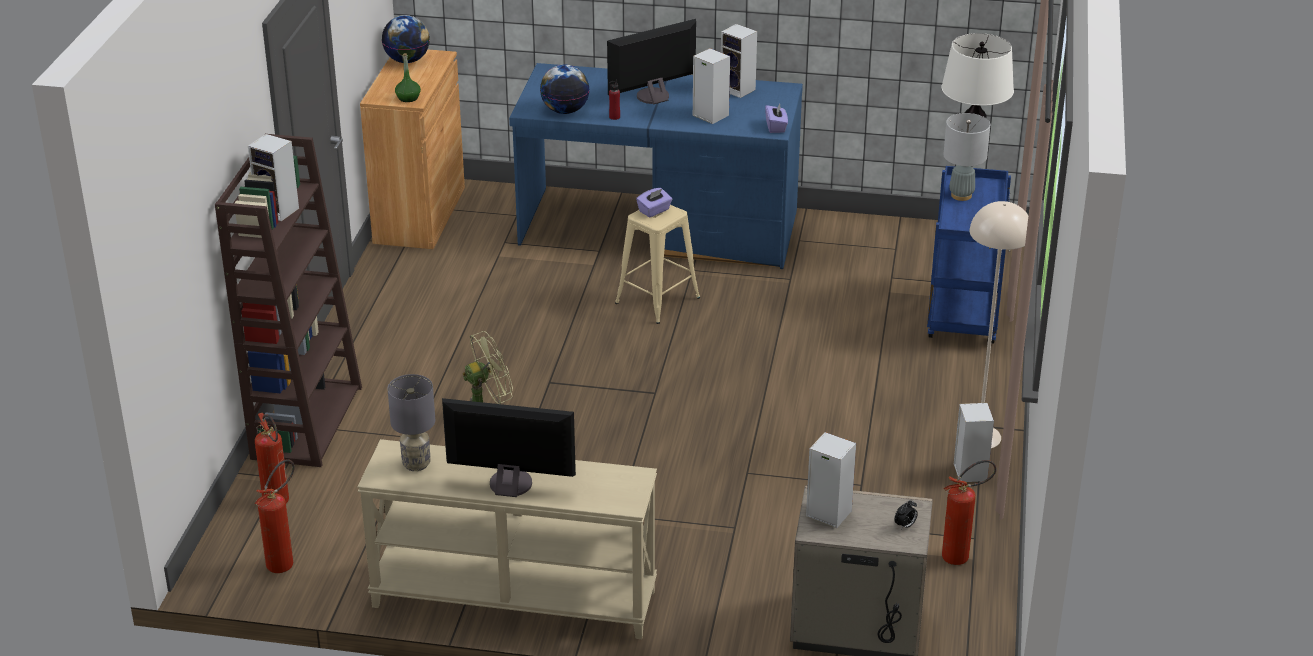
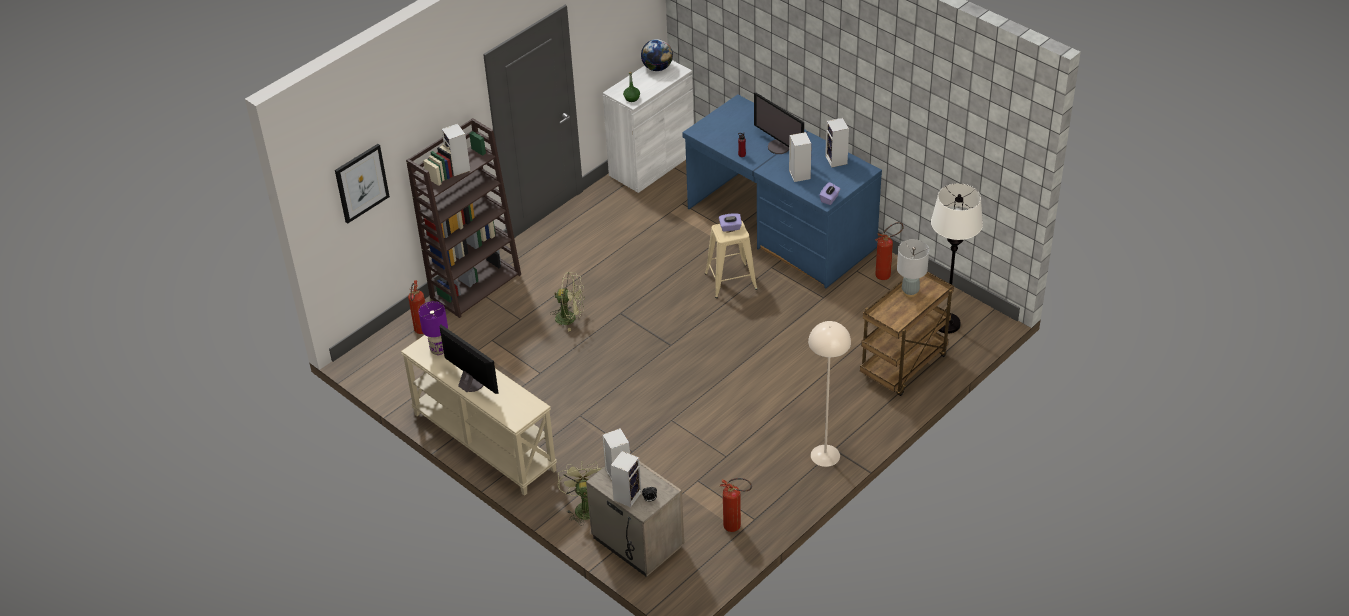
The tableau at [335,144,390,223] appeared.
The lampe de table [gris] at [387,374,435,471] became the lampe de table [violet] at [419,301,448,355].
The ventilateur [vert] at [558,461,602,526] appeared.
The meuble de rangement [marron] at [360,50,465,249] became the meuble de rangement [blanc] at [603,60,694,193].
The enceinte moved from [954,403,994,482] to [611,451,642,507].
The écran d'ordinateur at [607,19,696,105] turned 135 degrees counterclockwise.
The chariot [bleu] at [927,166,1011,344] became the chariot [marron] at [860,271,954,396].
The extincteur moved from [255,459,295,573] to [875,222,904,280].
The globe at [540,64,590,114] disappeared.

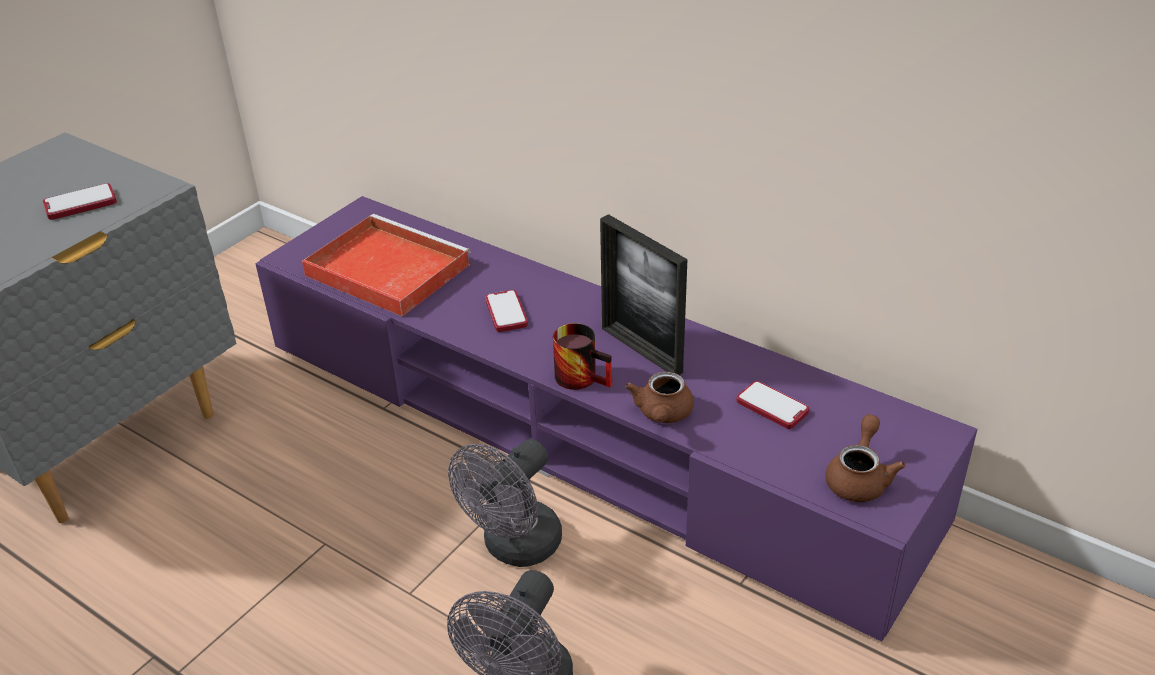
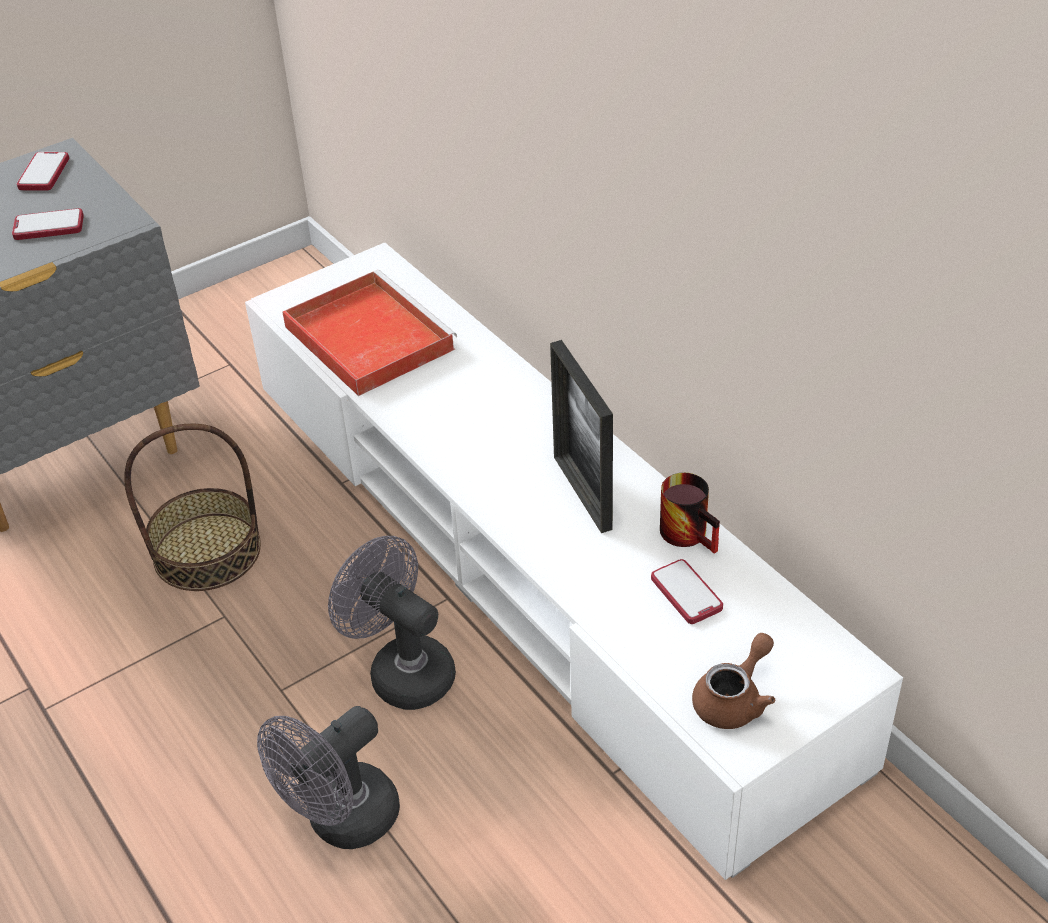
The téléphone moved from [485,290,528,332] to [17,152,69,191].
The panier at [124,423,261,591] appeared.
The meuble télé [violet] at [255,196,978,642] became the meuble télé [blanc] at [245,242,903,880].
The ventilateur [gris] at [448,439,562,567] turned 75 degrees clockwise.
The mug moved from [553,323,612,390] to [660,473,720,554].
The théière [marron] at [625,372,694,423] disappeared.

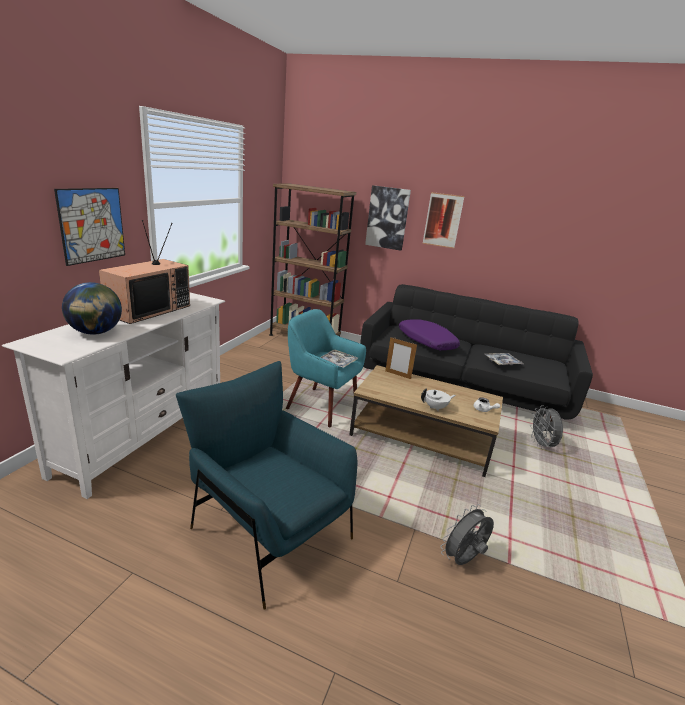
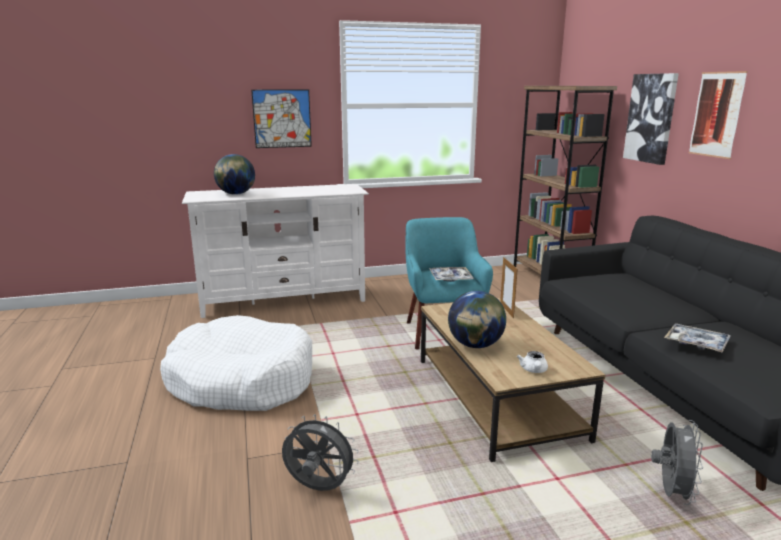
The fauteuil [bleu] at [176,361,357,610] was replaced by the panier pour chien [blanc] at [160,315,312,411].
The théière [blanc] at [421,388,456,411] was replaced by the globe at [448,291,506,348].
The ventilateur [gris] at [530,405,563,449] turned 150 degrees clockwise.
The téléviseur at [99,220,190,324] disappeared.
The coussin [violet] at [399,319,460,350] disappeared.

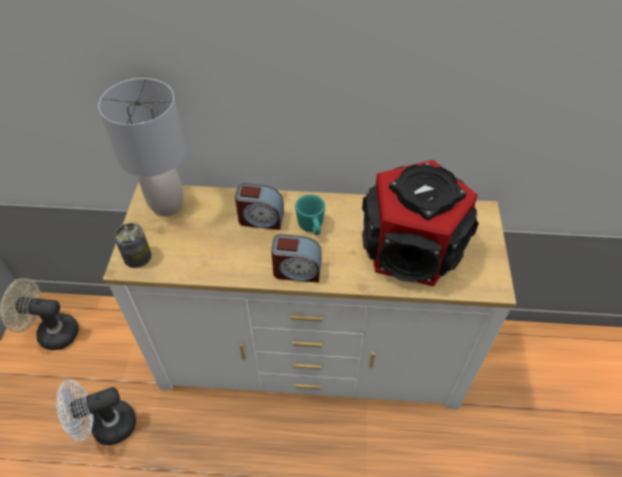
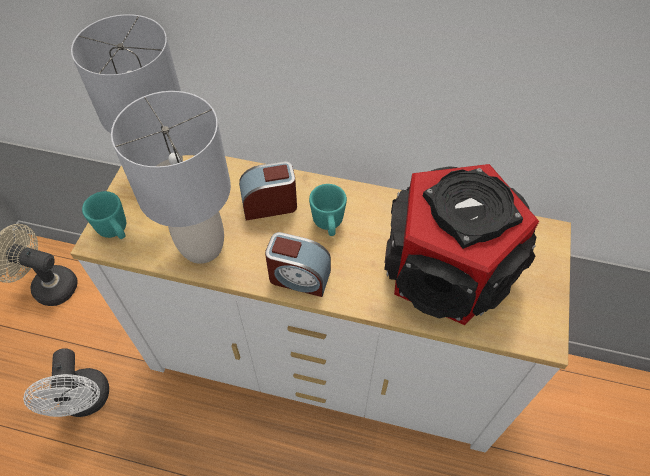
The ventilateur [blanc] at [56,380,136,445] turned 90 degrees counterclockwise.
The boîte métallique at [114,223,152,268] was replaced by the mug [turquoise] at [82,191,126,239].
The lampe de table [gris] at [111,91,231,264] appeared.
The réveil at [235,183,284,230] turned 150 degrees clockwise.

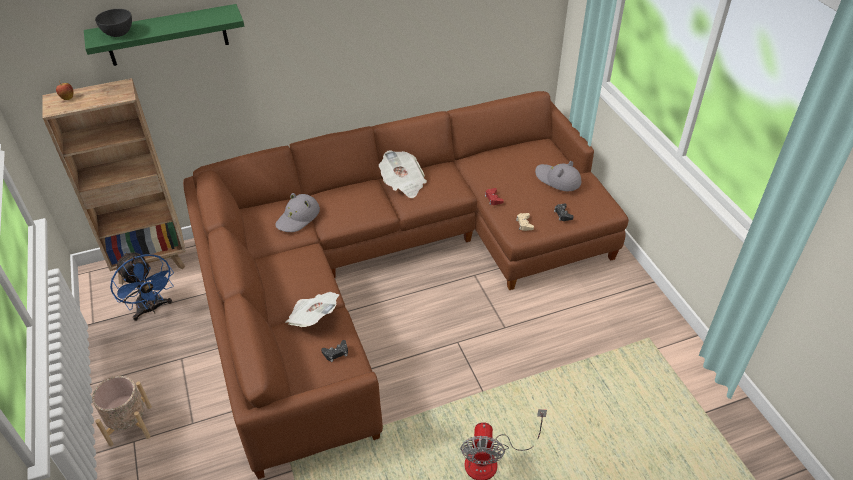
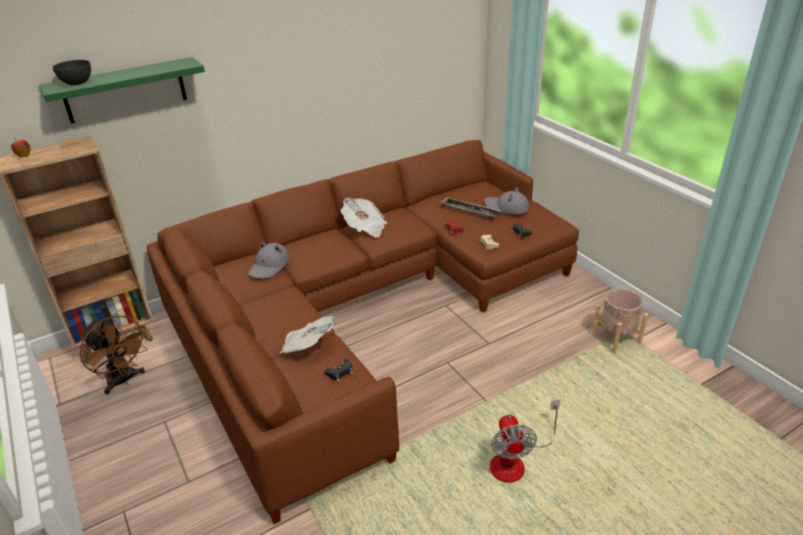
The ventilateur [bleu] at [110,252,174,321] became the ventilateur [marron] at [80,316,148,395].
The plateau at [440,197,501,218] appeared.
The cache-pot [beige] moved from [92,376,152,446] to [592,289,648,354].

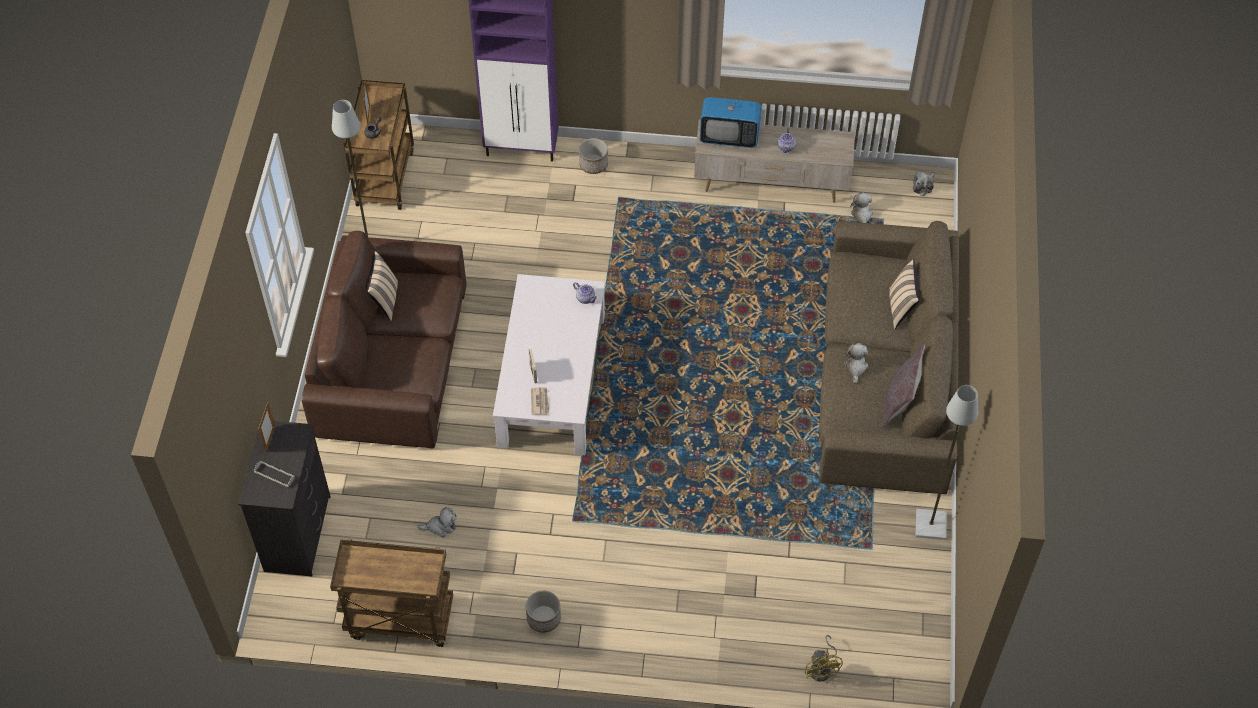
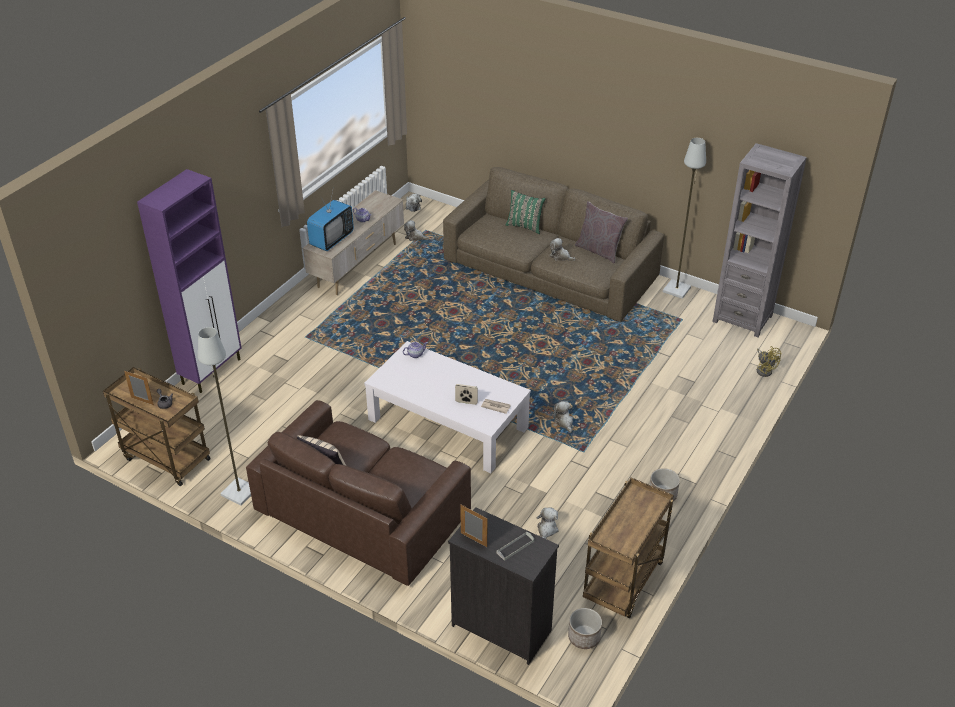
The coussin [beige] at [889,260,921,329] became the coussin [vert] at [506,190,546,234].
The peluche at [553,401,573,433] appeared.
The cache-pot moved from [579,138,608,174] to [568,608,602,649].
The bibliothèque [gris] at [712,143,807,337] appeared.
The ventilateur [jaune] at [804,635,843,681] turned 45 degrees clockwise.

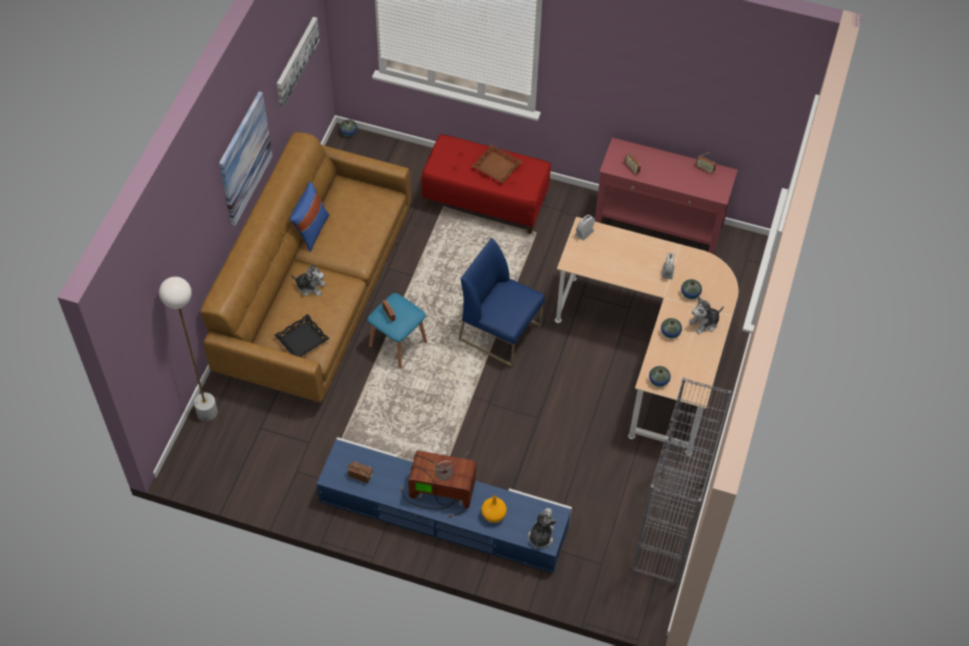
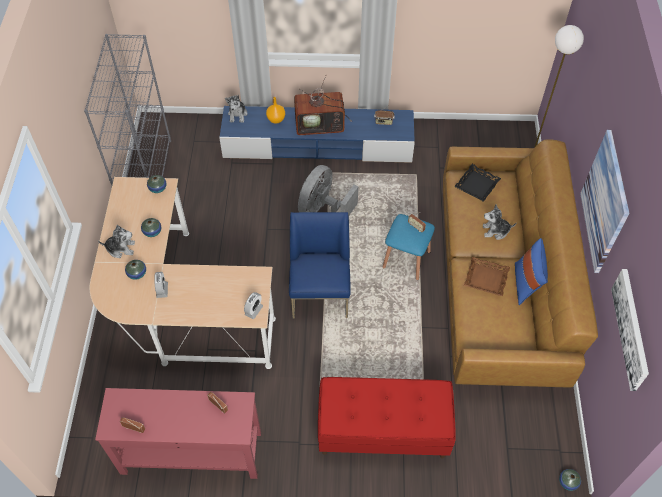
The peluche at [689,297,724,335] turned 45 degrees clockwise.
The chaise [bleu] at [459,238,545,367] turned 105 degrees counterclockwise.
The ventilateur [gris] at [298,165,358,216] appeared.
The plateau [marron] moved from [472,144,522,183] to [464,257,510,296].

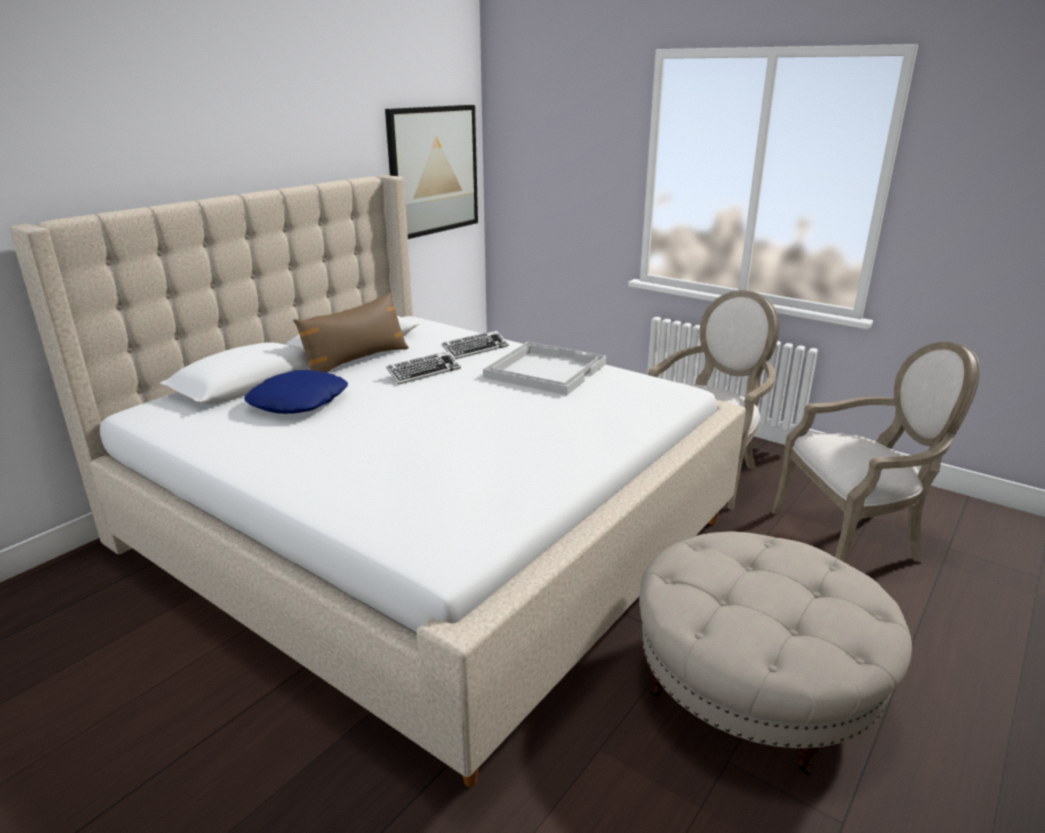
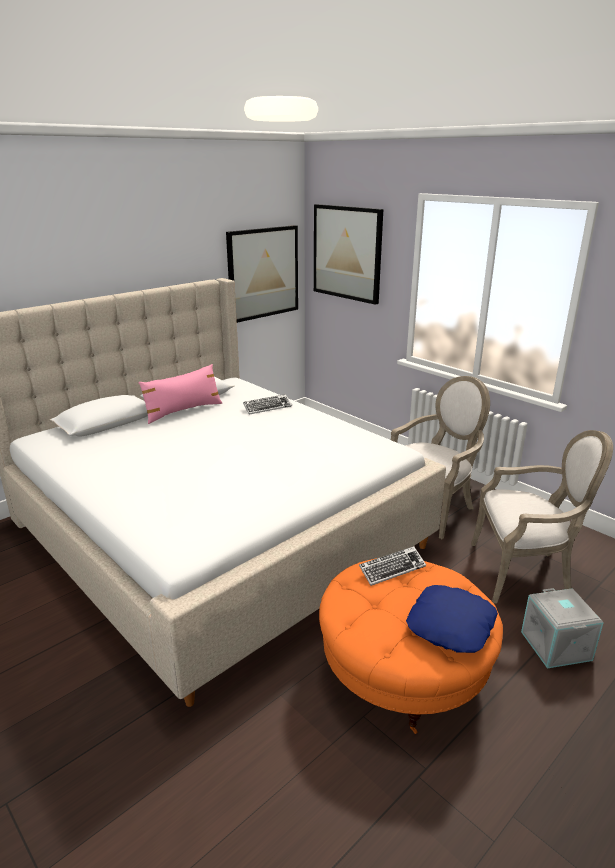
The coussin [marron] at [293,292,409,373] became the coussin [rose] at [138,364,222,424].
The tableau at [314,204,383,305] appeared.
The pouf [beige] at [639,531,912,776] became the pouf [orange] at [319,558,503,734].
The clavier moved from [386,351,461,384] to [359,546,426,586].
The coussin [bleu] moved from [244,370,348,414] to [406,585,498,653].
The boîte de rangement [gris] at [521,588,604,669] appeared.
The plateau [blanc] at [483,342,606,395] disappeared.

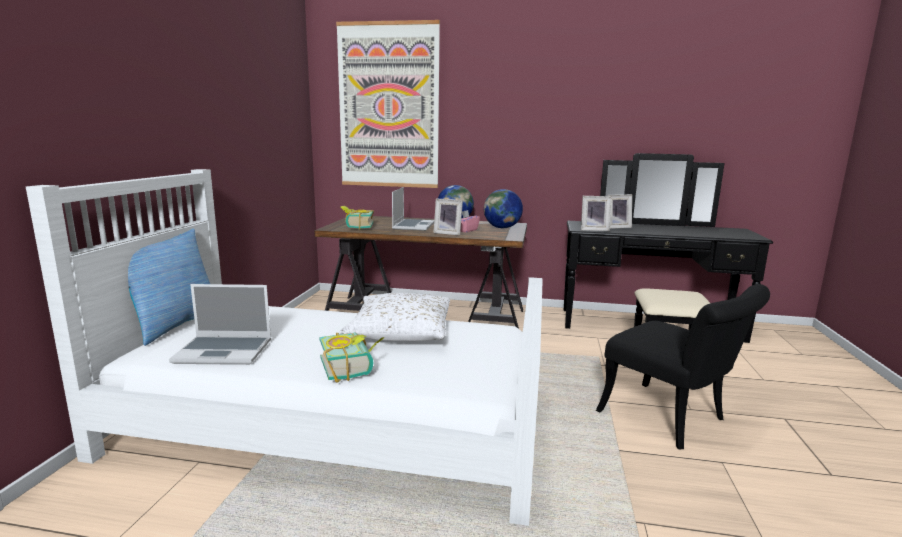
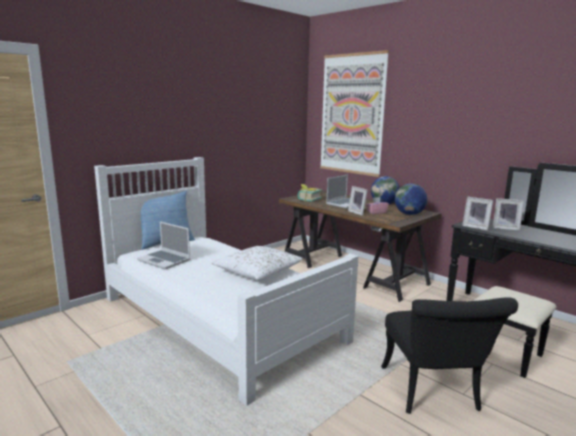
The livre at [319,333,385,382] disappeared.

